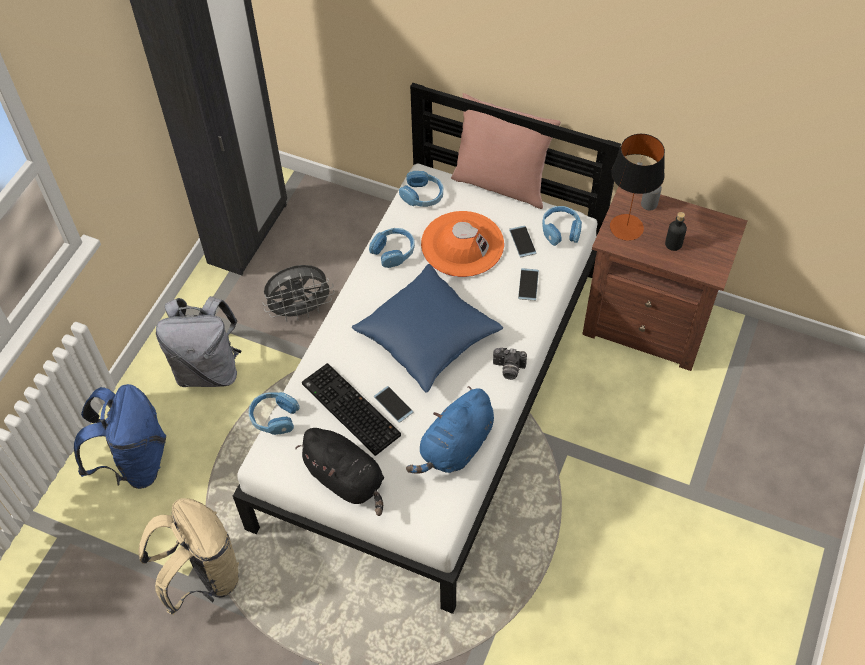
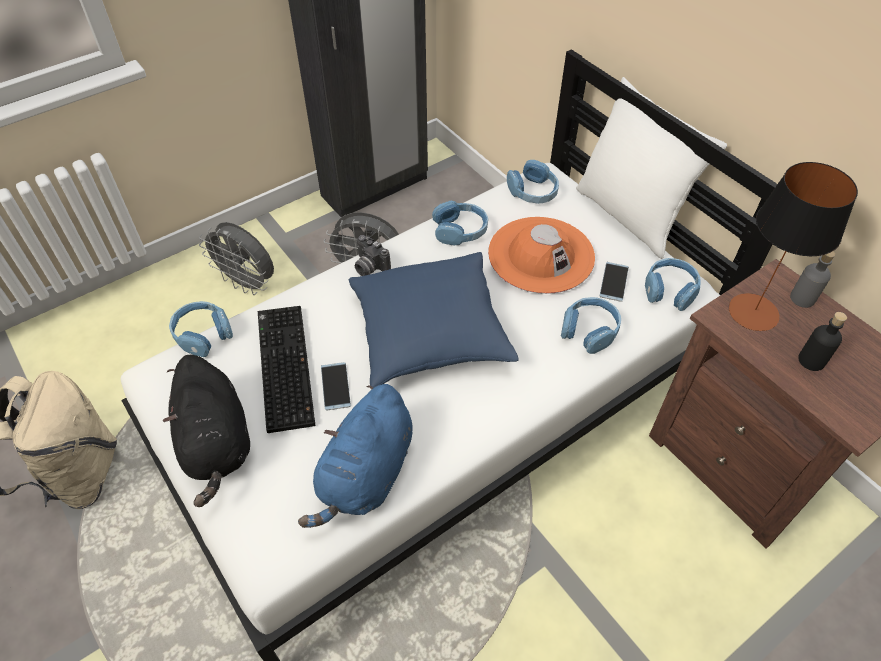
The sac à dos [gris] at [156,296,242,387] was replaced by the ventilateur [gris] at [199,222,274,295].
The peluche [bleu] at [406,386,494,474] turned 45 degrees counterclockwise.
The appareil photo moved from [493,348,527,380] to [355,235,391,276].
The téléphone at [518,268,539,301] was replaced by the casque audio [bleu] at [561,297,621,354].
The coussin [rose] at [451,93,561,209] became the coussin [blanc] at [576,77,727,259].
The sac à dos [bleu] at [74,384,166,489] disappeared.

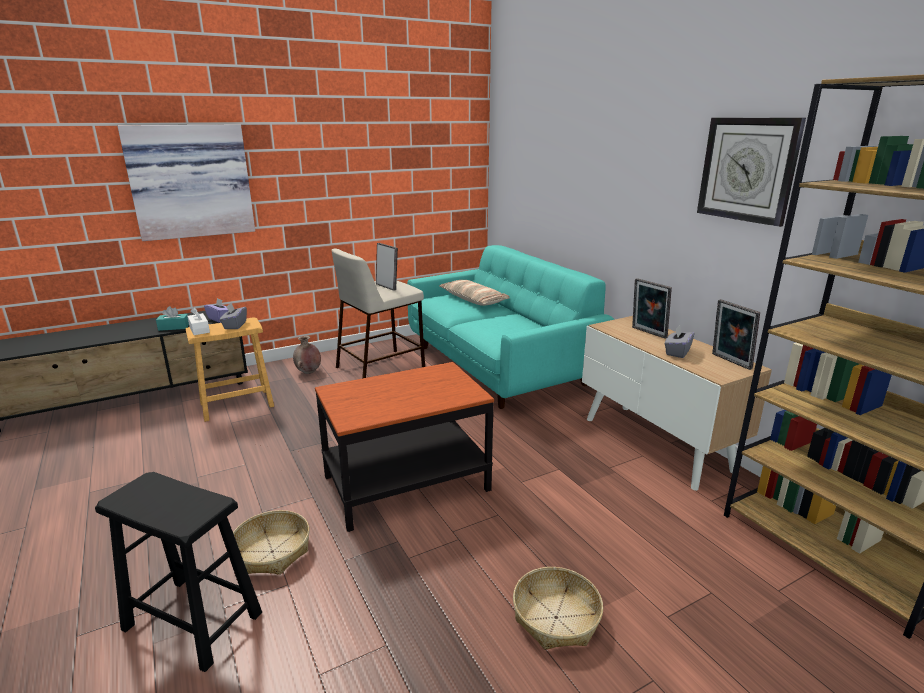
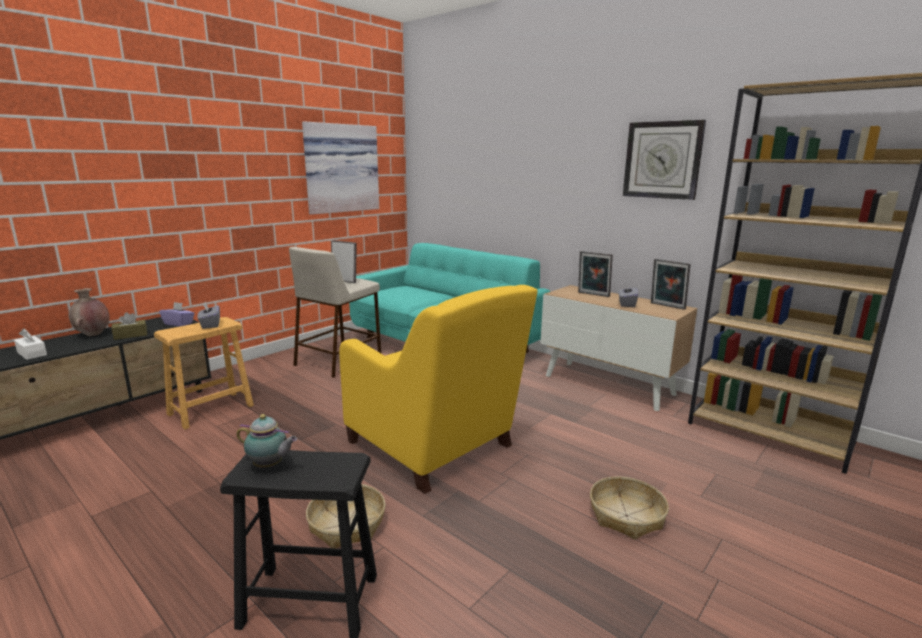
The boîte à mouchoirs [blanc] moved from [187,307,210,335] to [14,328,47,360].
The vase [marron] moved from [293,336,321,374] to [69,288,110,336].
The boîte à mouchoirs [turquoise] at [156,306,189,331] became the boîte à mouchoirs [marron] at [112,312,147,340].
The théière at [237,414,297,468] appeared.
The tableau moved from [118,124,255,241] to [302,121,379,215].
The table d'appoint at [315,362,494,532] was replaced by the fauteuil [jaune] at [339,285,538,494].
The coussin at [439,280,510,306] disappeared.

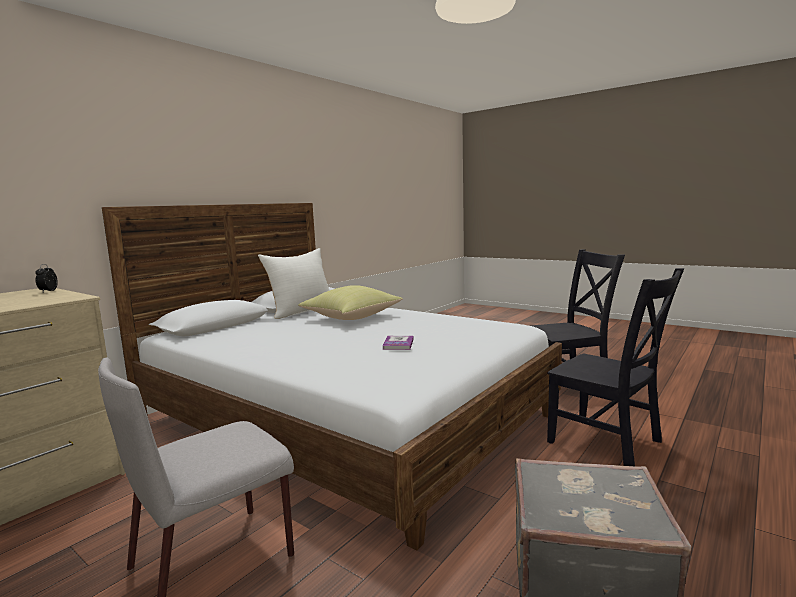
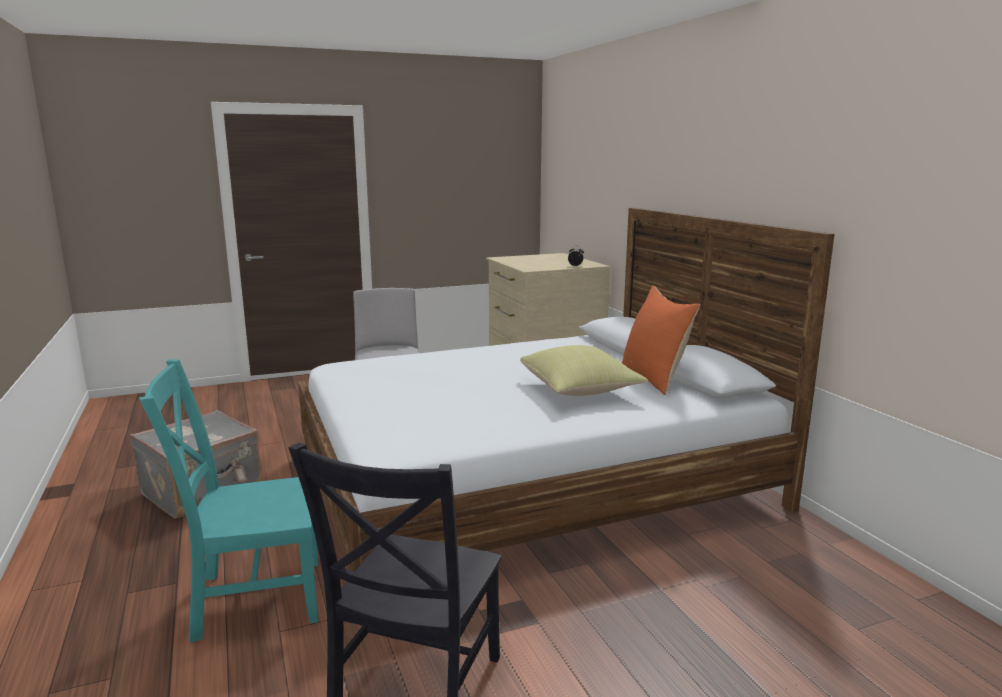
The chaise [noir] at [547,268,684,466] became the chaise [turquoise] at [139,359,318,643].
The coussin [blanc] at [258,248,330,319] became the coussin [orange] at [622,286,700,395].
The livre at [382,336,414,350] disappeared.

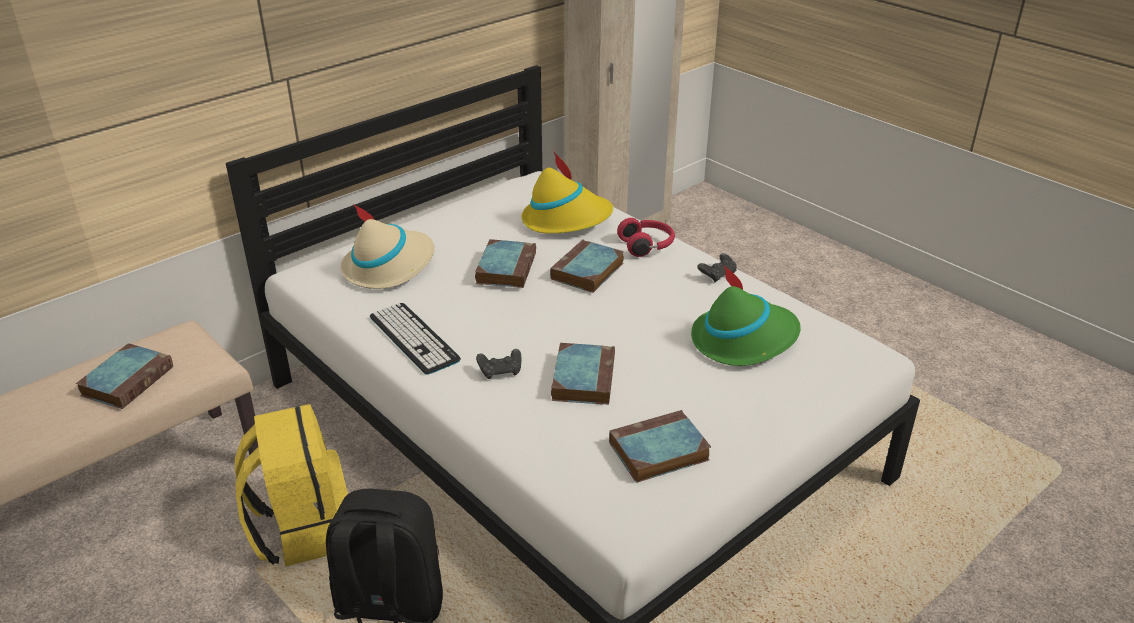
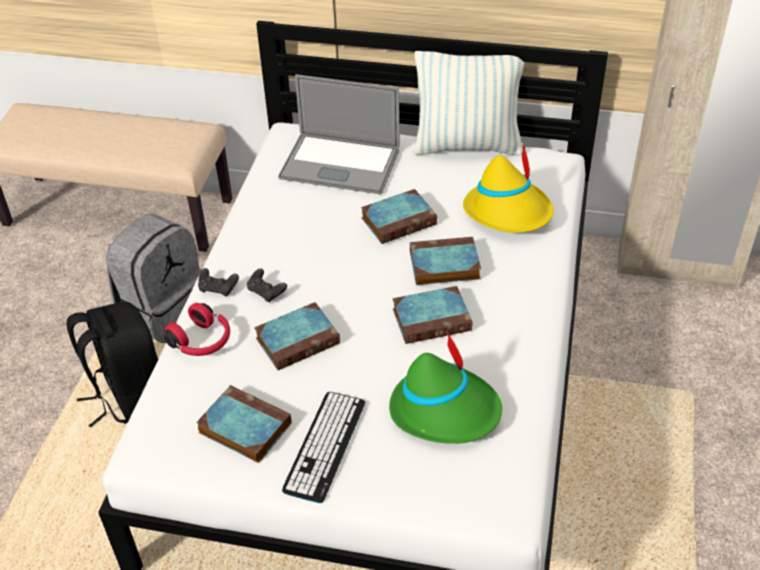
The sac à dos [jaune] at [235,404,348,567] became the sac à dos [gris] at [106,214,202,343].
The casque audio [rouge] moved from [617,218,675,257] to [164,303,230,356].
The manette [noir] moved from [697,253,737,282] to [198,268,239,297].
The chapeau [beige] at [340,204,435,289] was replaced by the ordinateur portable at [278,74,400,195].
The clavier moved from [370,303,461,375] to [282,392,365,503].
The livre moved from [76,343,173,409] to [392,286,472,344].
The coussin at [413,51,525,155] appeared.

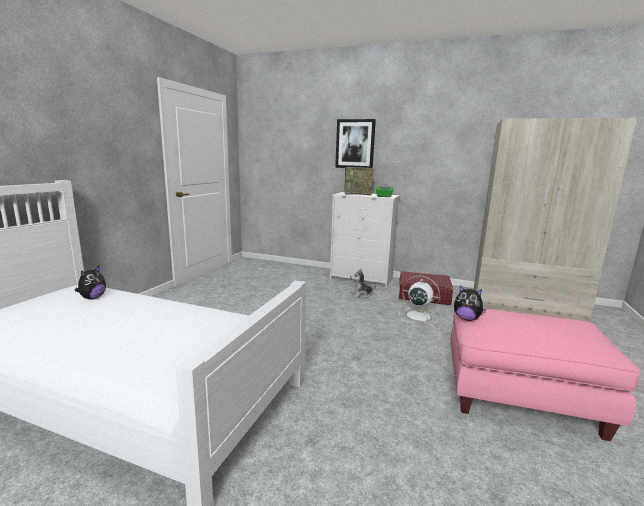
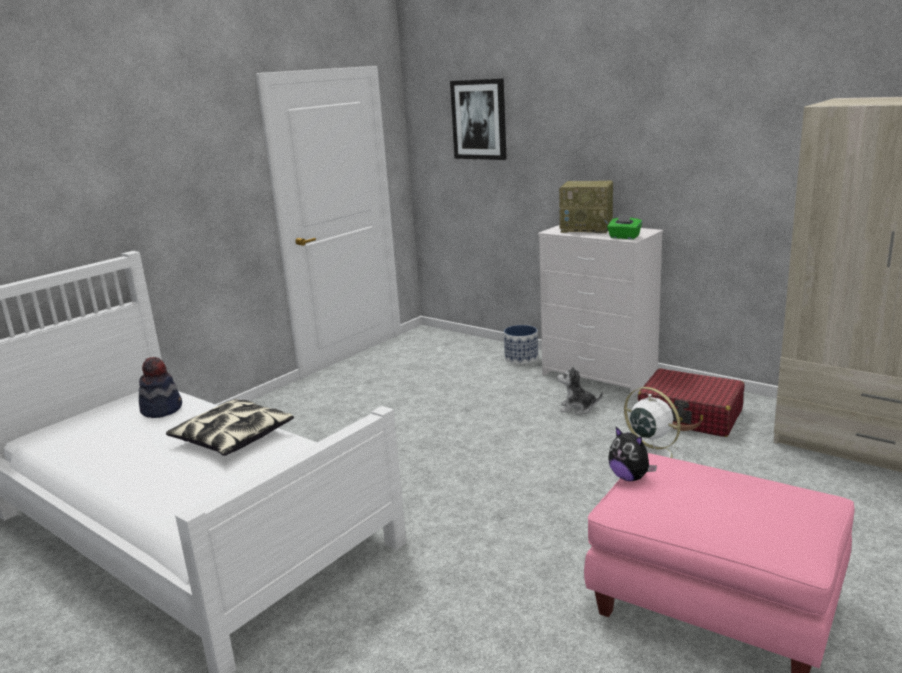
The peluche at [75,266,106,300] was replaced by the chapeau at [138,357,182,418].
The coussin at [166,399,294,456] appeared.
The tableau moved from [335,119,376,169] to [450,78,507,160].
The cache-pot at [504,325,538,364] appeared.

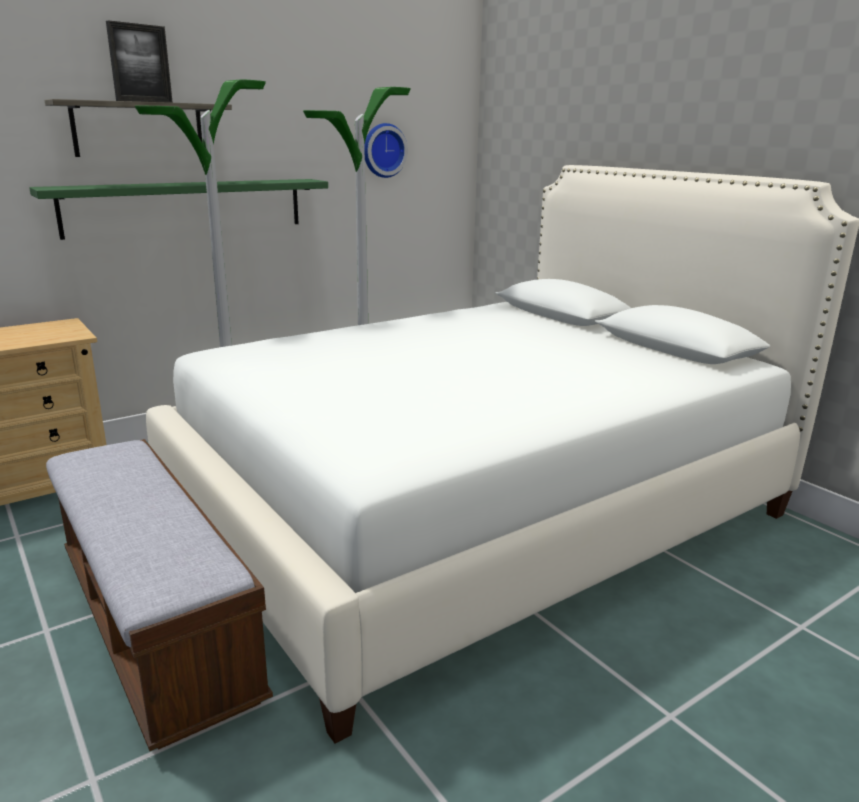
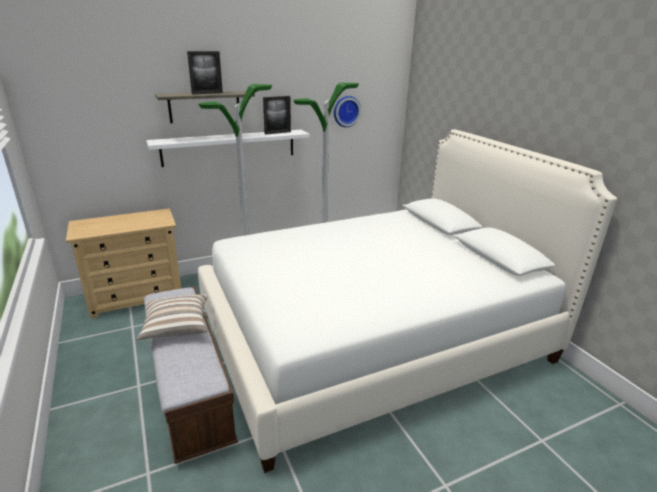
The coussin at [137,294,208,340] appeared.
The étagère [vert] at [29,179,328,240] became the étagère [blanc] at [146,130,310,167].
The cadre photo at [263,96,291,135] appeared.

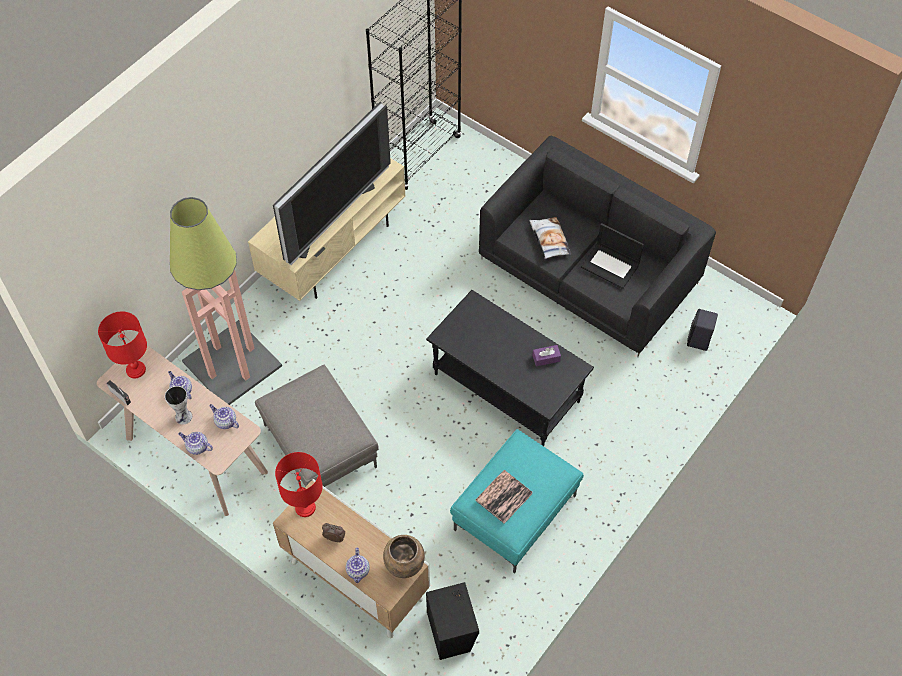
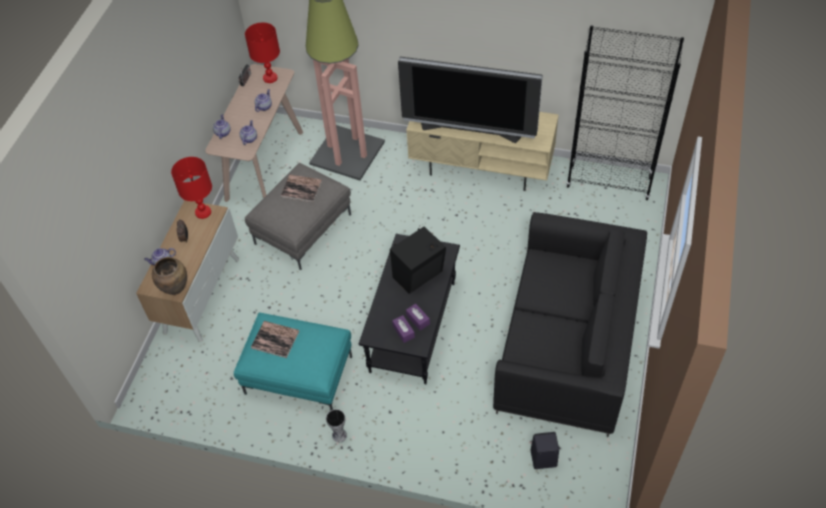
The livre at [281,174,322,202] appeared.
The vase moved from [165,386,192,425] to [326,409,347,442].
The enceinte [noir] moved from [426,582,479,660] to [390,227,446,294].
The boîte à mouchoirs [violet] at [392,315,415,343] appeared.
The coussin at [529,217,571,259] disappeared.
The ordinateur portable at [581,223,644,289] disappeared.

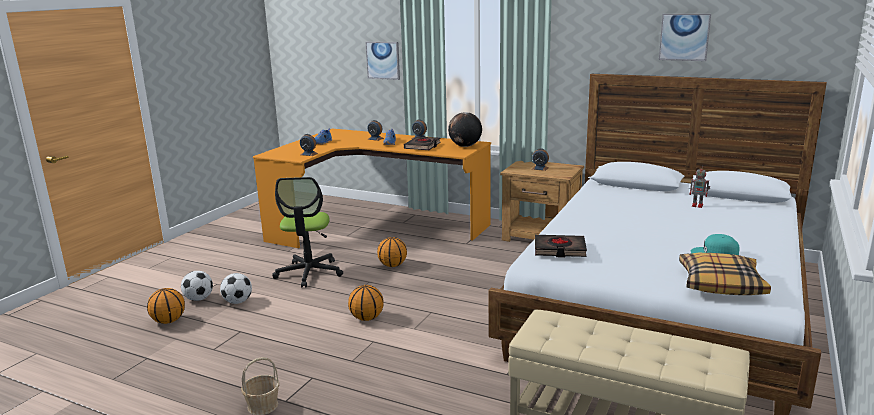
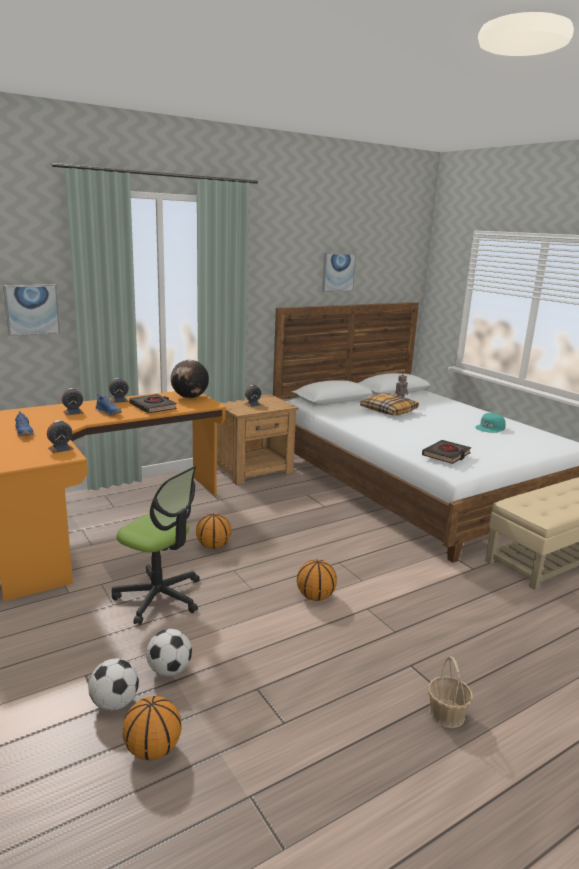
The coussin moved from [679,253,771,295] to [360,394,419,415].

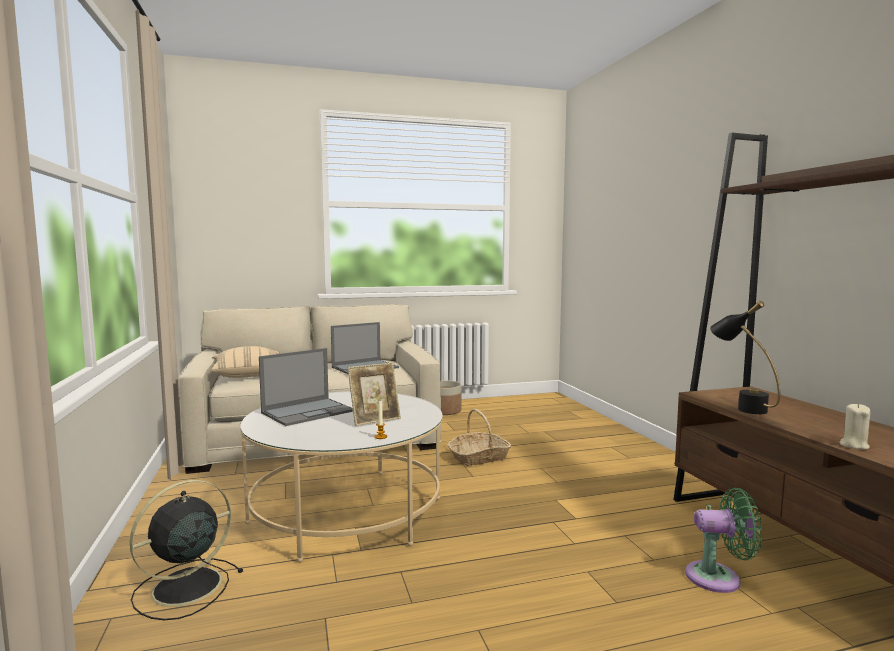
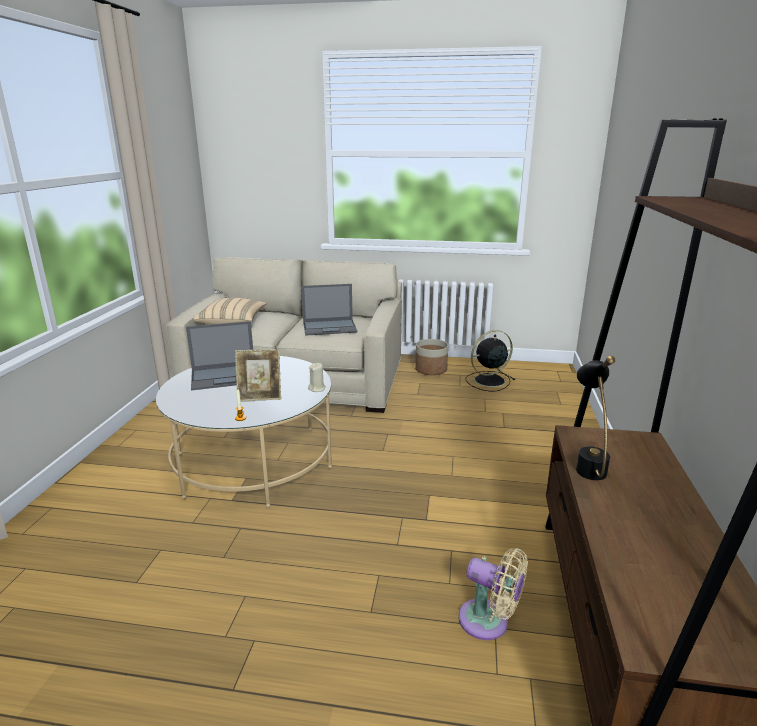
The bougie [beige] moved from [839,403,871,450] to [308,363,326,392].
The ventilateur [vert] at [685,488,762,593] became the ventilateur [beige] at [458,548,528,640].
The ventilateur [noir] moved from [130,480,243,620] to [466,330,516,392].
The panier at [447,409,511,466] disappeared.

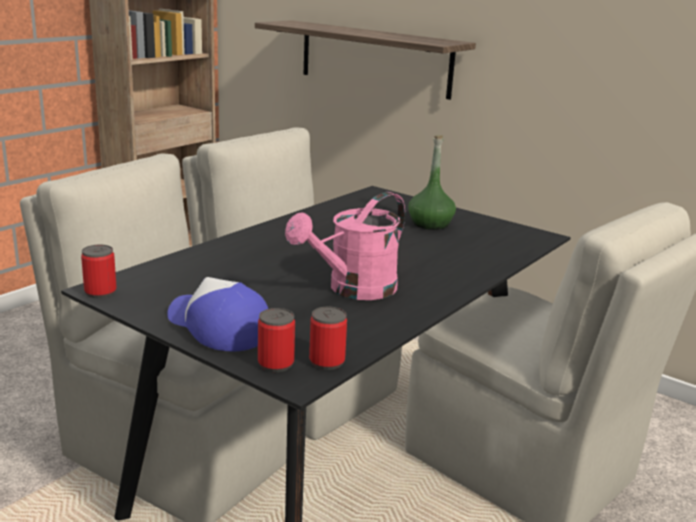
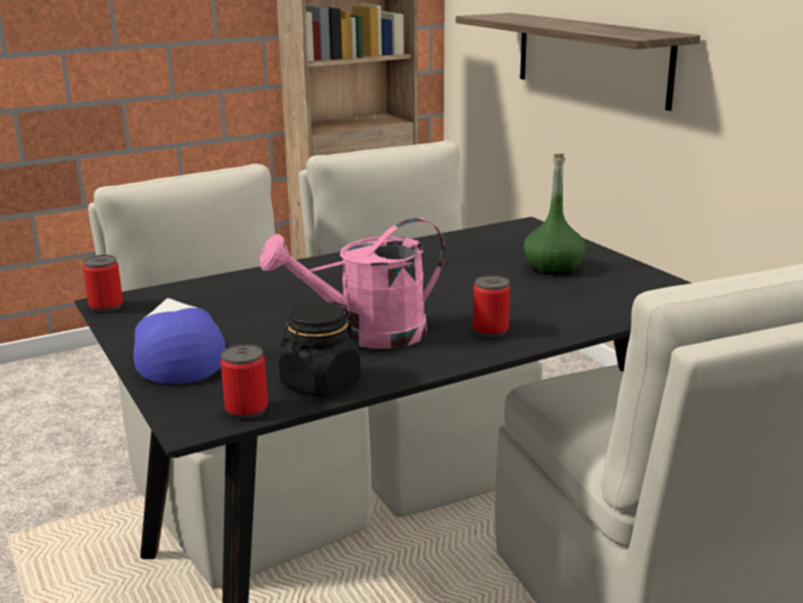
The bocal [noir] at [278,302,361,397] appeared.
The boîte métallique moved from [258,308,295,372] to [473,275,510,338].

